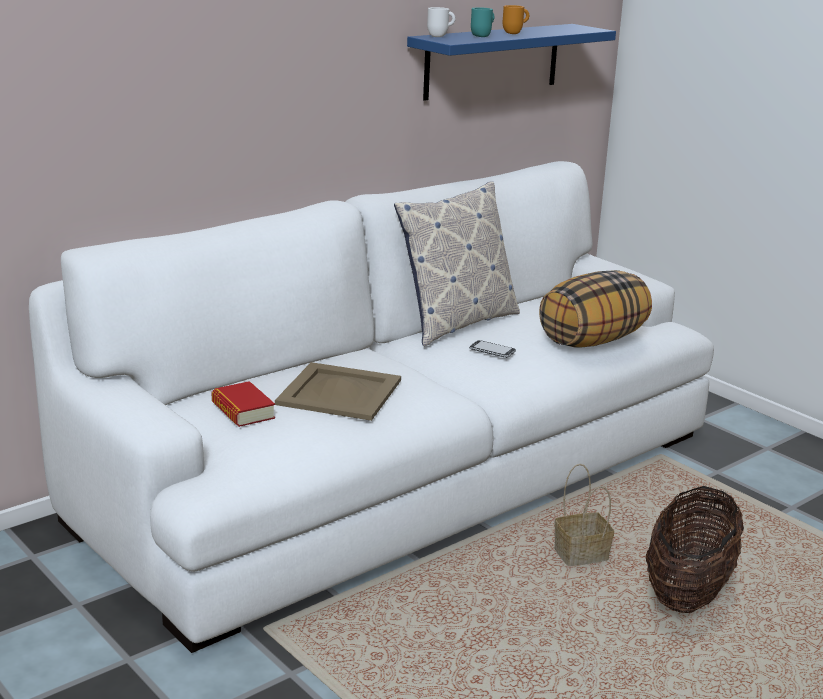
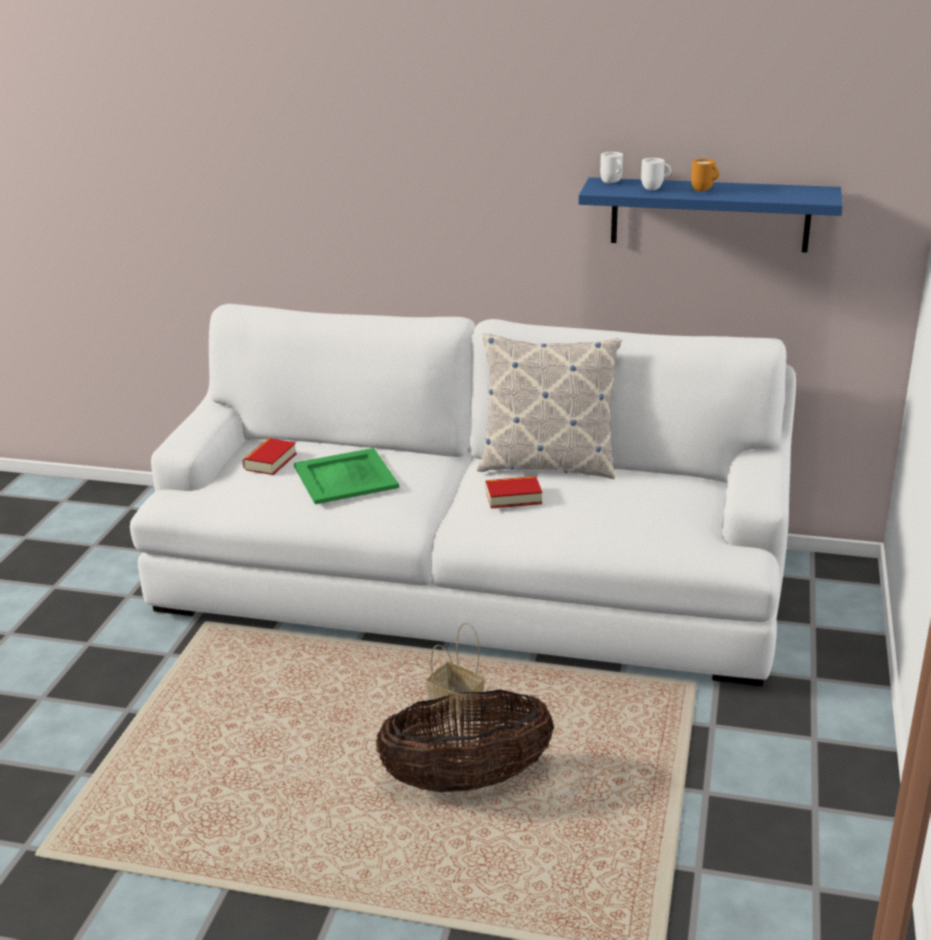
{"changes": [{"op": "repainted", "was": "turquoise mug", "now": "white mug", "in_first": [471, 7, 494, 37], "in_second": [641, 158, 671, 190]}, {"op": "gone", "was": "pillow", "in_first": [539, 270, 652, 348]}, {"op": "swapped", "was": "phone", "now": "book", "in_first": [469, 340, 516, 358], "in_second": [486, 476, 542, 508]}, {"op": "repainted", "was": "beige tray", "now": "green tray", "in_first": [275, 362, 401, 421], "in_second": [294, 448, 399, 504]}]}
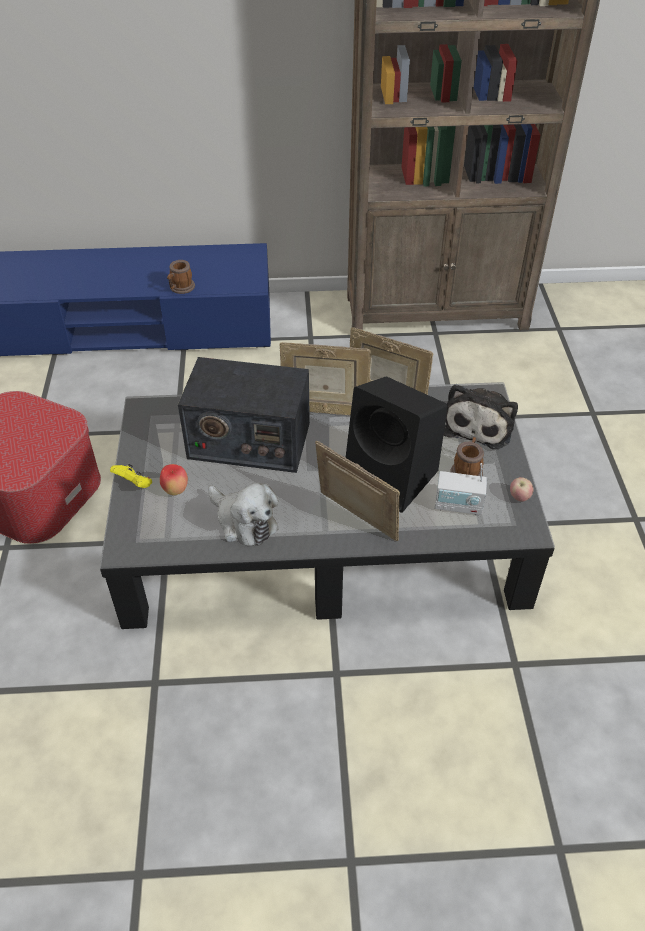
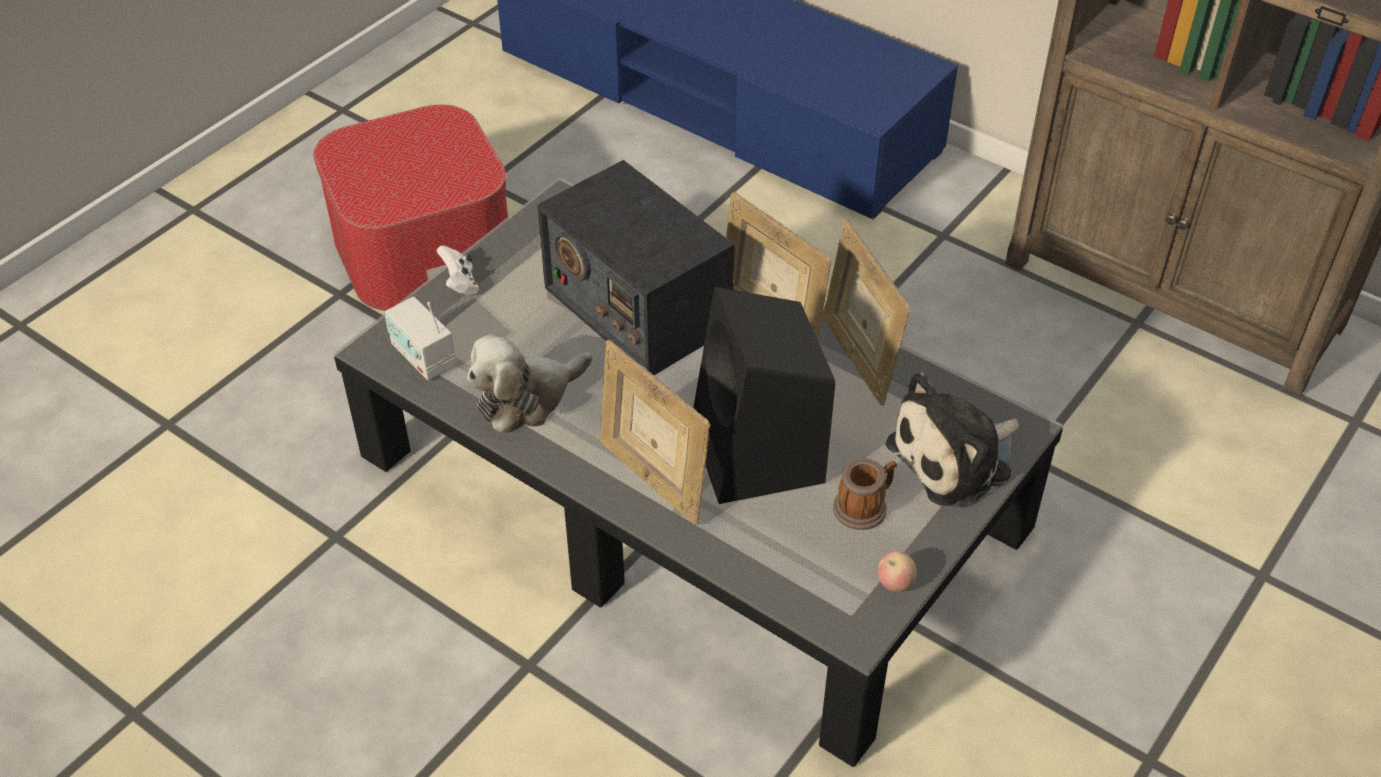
{"changes": [{"op": "gone", "was": "mug", "in_first": [167, 260, 195, 294]}, {"op": "rotated", "was": "picture frame", "in_first": [315, 441, 400, 541], "in_second": [600, 339, 710, 525], "clockwise": 150}, {"op": "shifted", "was": "radio", "in_first": [435, 463, 487, 515], "in_second": [385, 296, 456, 381]}, {"op": "repainted", "was": "yellow game controller", "now": "white game controller", "in_first": [110, 464, 152, 488], "in_second": [437, 245, 479, 295]}, {"op": "gone", "was": "apple", "in_first": [160, 464, 188, 495]}, {"op": "rotated", "was": "plush toy", "in_first": [208, 483, 279, 546], "in_second": [467, 334, 593, 434], "clockwise": 60}]}
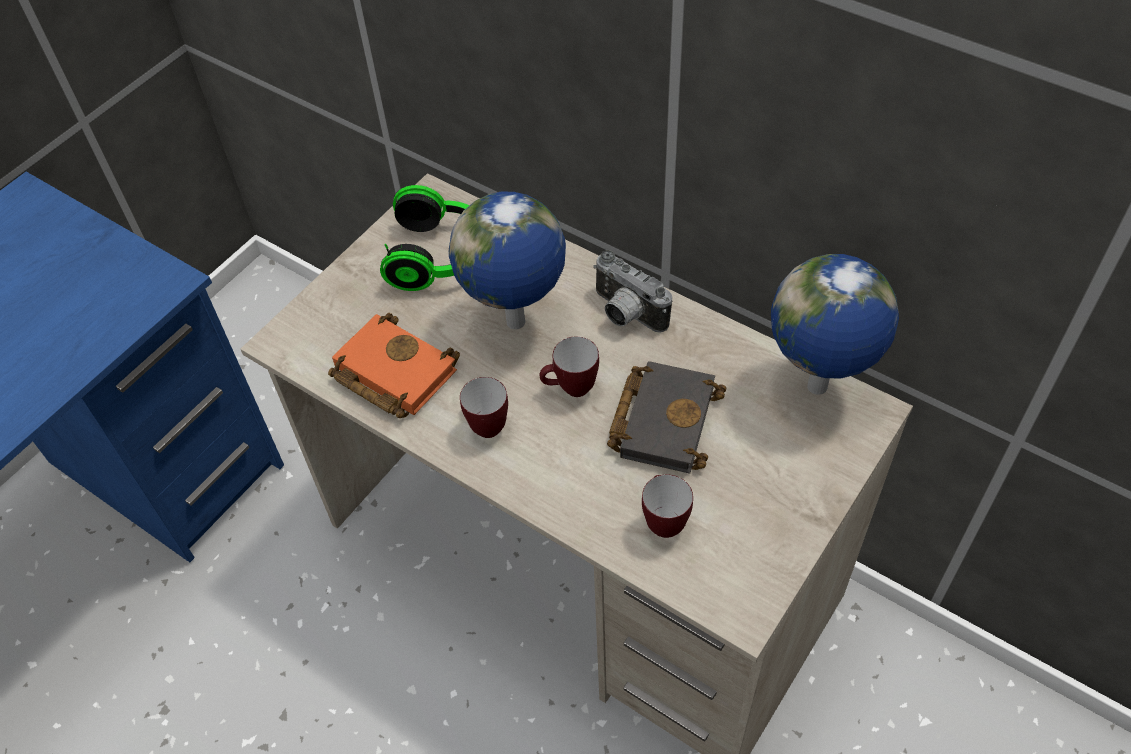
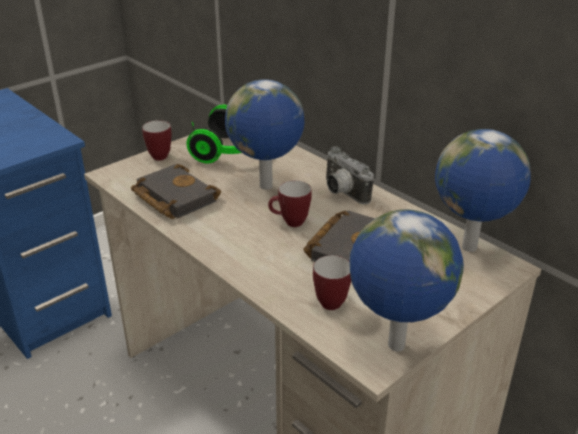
{"changes": [{"op": "repainted", "was": "orange book", "now": "black book", "in_first": [328, 313, 460, 418], "in_second": [131, 164, 221, 219]}, {"op": "shifted", "was": "mug", "in_first": [460, 377, 508, 438], "in_second": [142, 120, 171, 161]}, {"op": "new", "now": "globe", "in_second": [349, 209, 464, 352]}]}
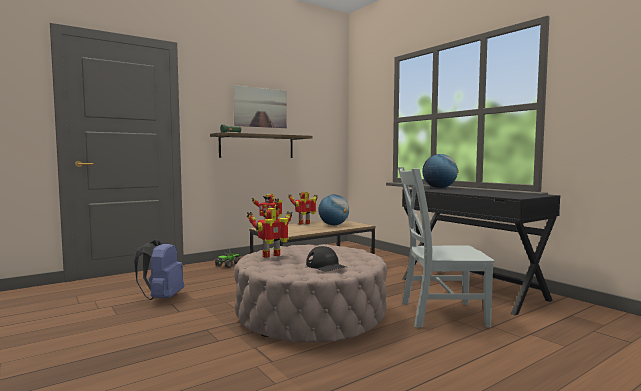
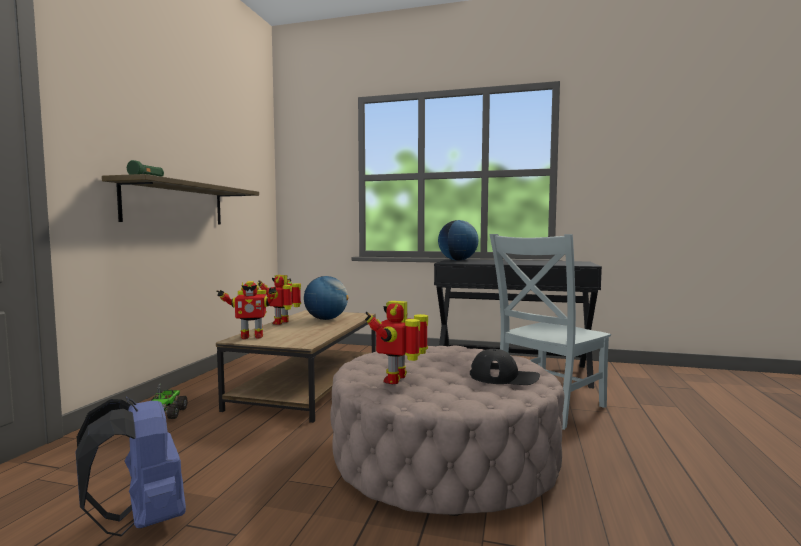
{"changes": [{"op": "gone", "was": "picture", "in_first": [233, 85, 287, 128]}]}
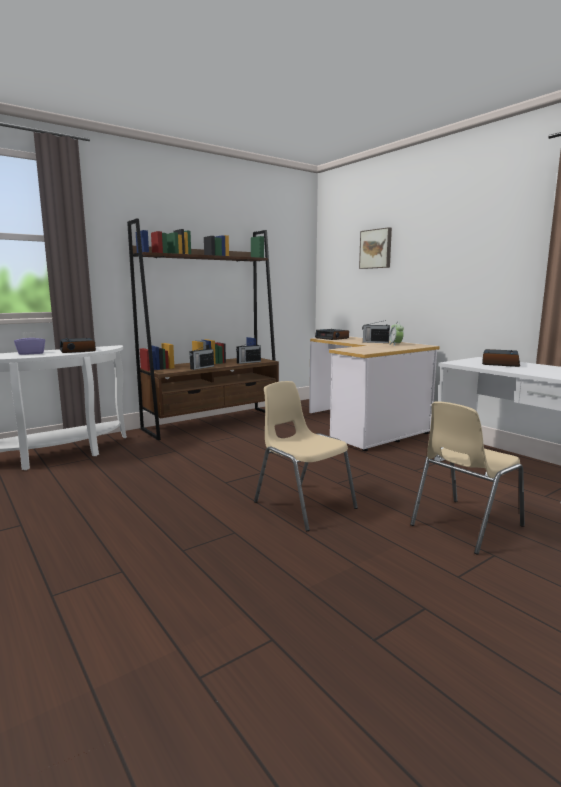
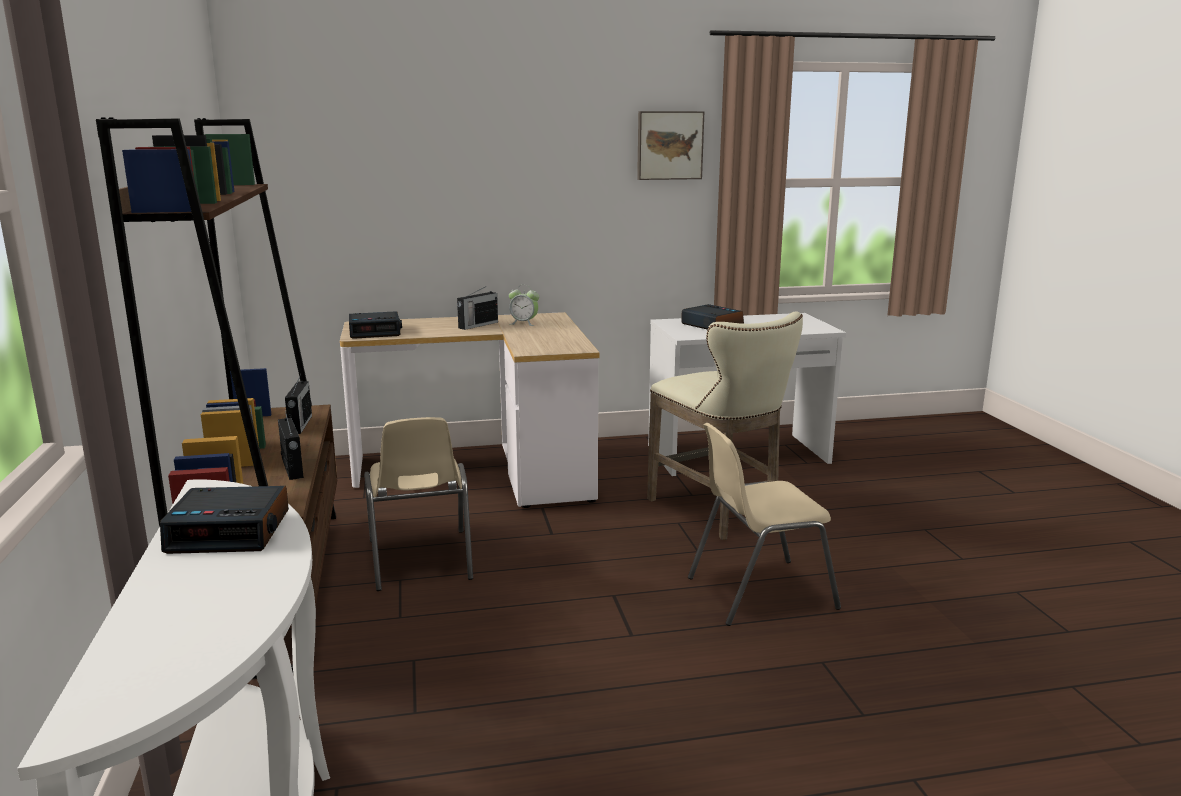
{"changes": [{"op": "shifted", "was": "picture", "in_first": [359, 227, 392, 269], "in_second": [637, 111, 704, 180]}, {"op": "gone", "was": "purple tissue box", "in_first": [14, 332, 45, 355]}, {"op": "shifted", "was": "beige chair", "in_first": [410, 401, 525, 555], "in_second": [364, 417, 473, 591]}, {"op": "new", "now": "beige stool", "in_second": [647, 311, 803, 540]}]}
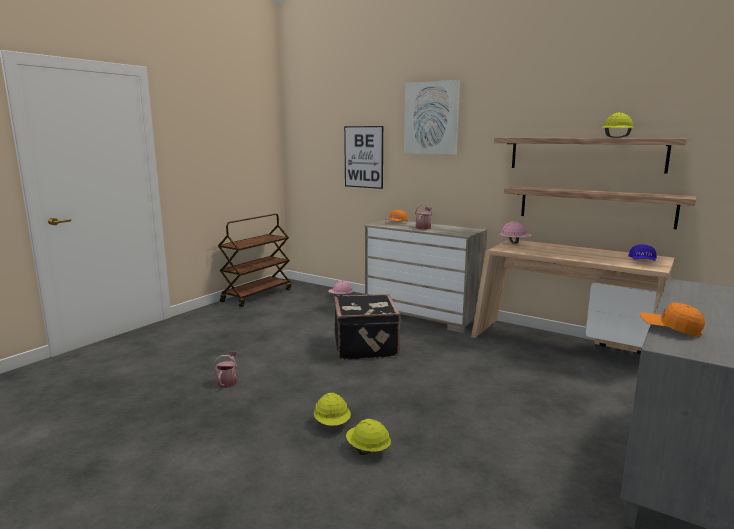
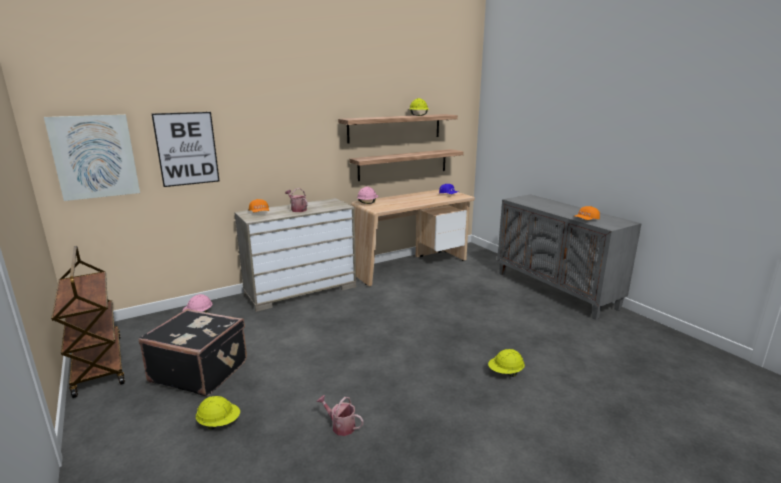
{"changes": [{"op": "shifted", "was": "picture", "in_first": [404, 80, 460, 154], "in_second": [44, 114, 140, 201]}, {"op": "shifted", "was": "black suitcase", "in_first": [334, 294, 401, 360], "in_second": [139, 309, 247, 396]}, {"op": "shifted", "was": "yellow hard hat", "in_first": [314, 393, 351, 426], "in_second": [196, 396, 240, 430]}]}
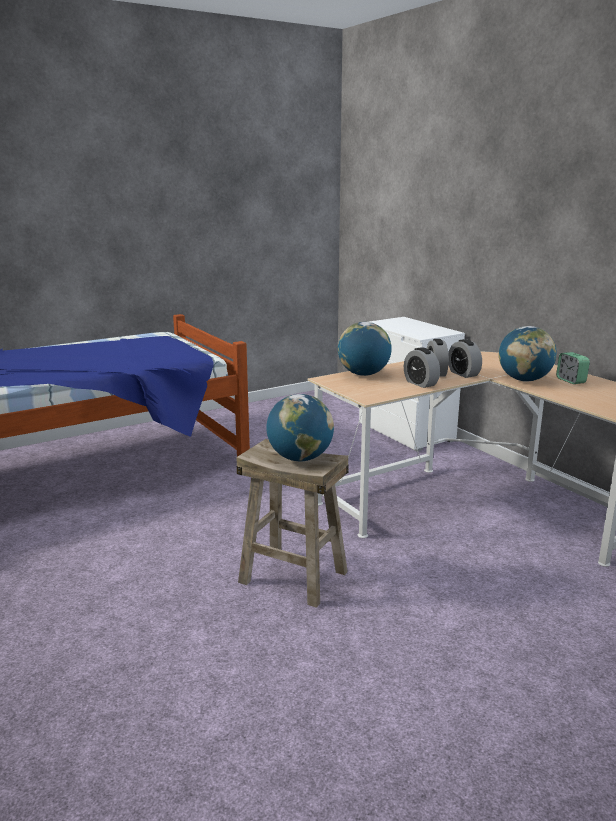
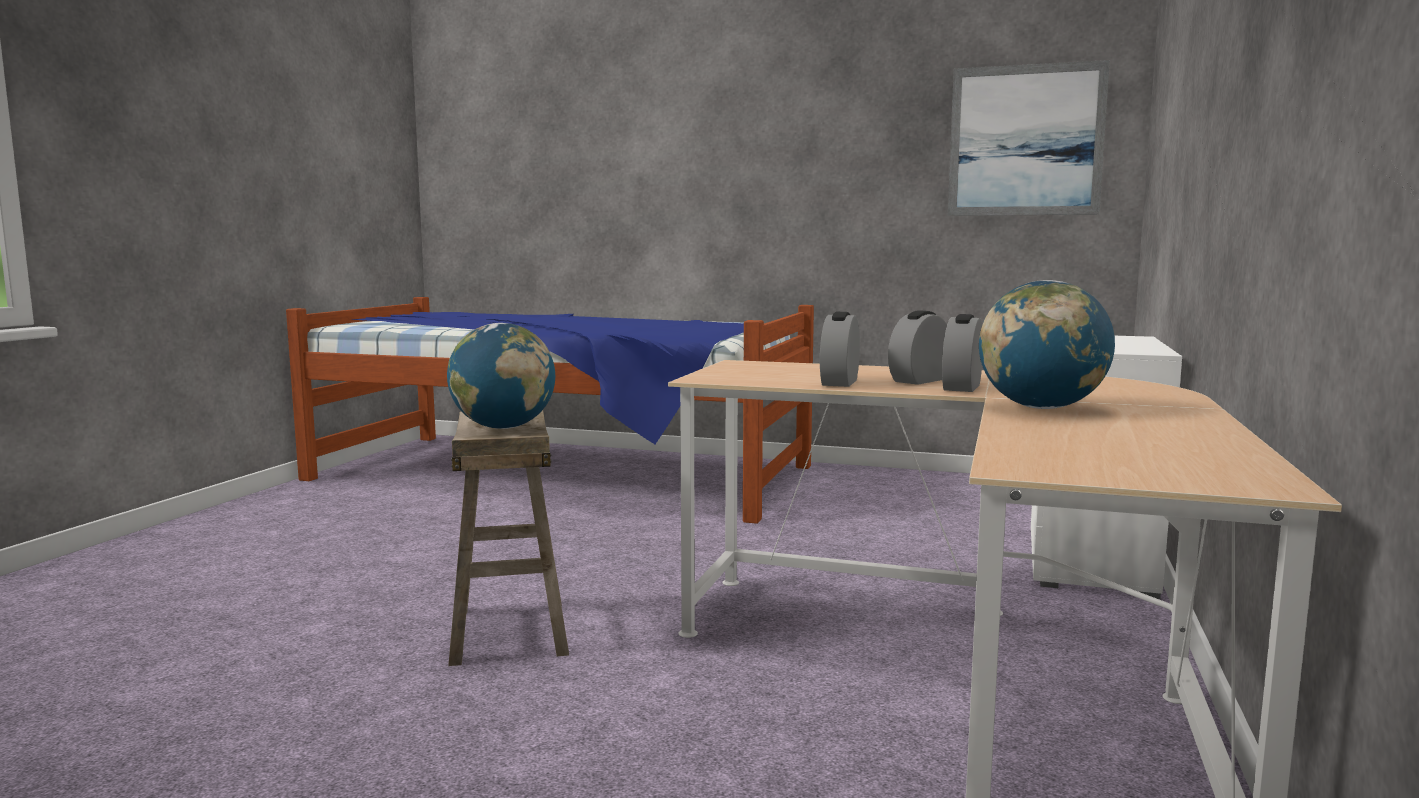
{"changes": [{"op": "gone", "was": "globe", "in_first": [338, 322, 392, 376]}, {"op": "gone", "was": "alarm clock", "in_first": [556, 352, 590, 384]}, {"op": "new", "now": "picture", "in_second": [948, 60, 1110, 216]}]}
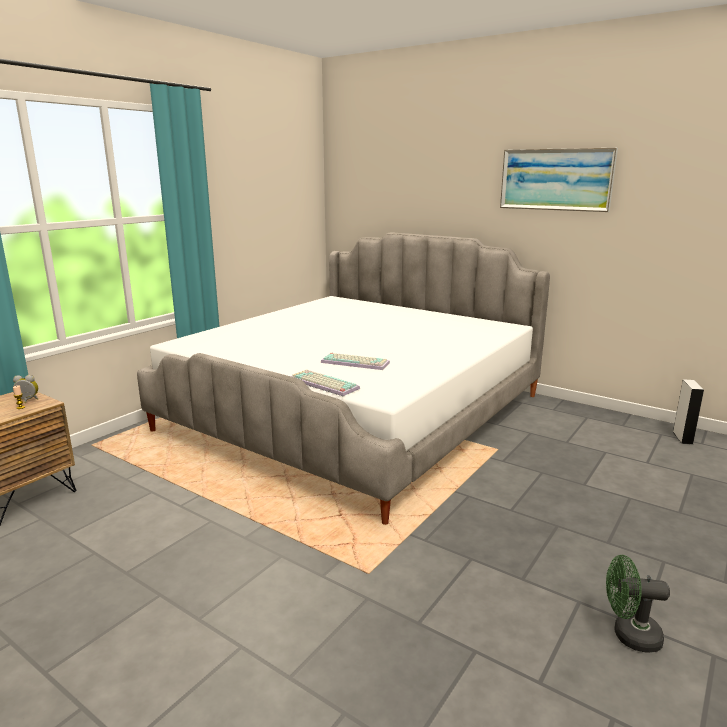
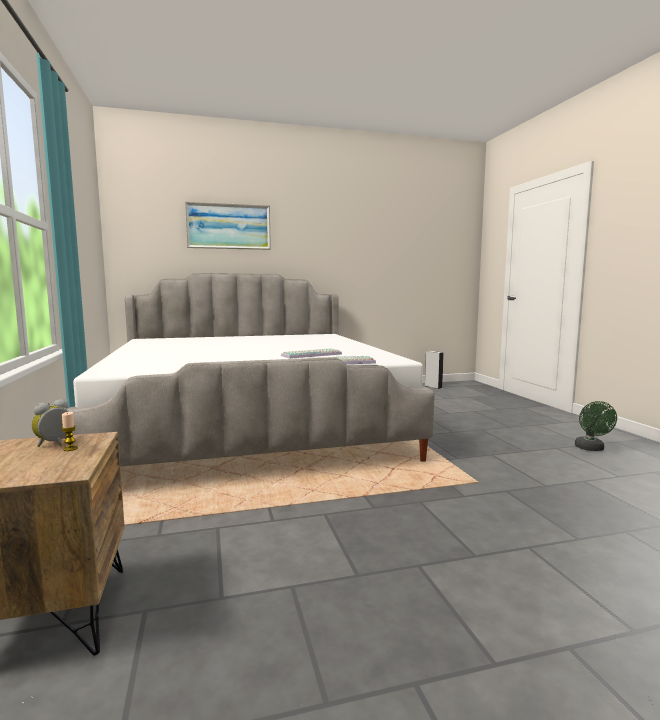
{"changes": [{"op": "shifted", "was": "picture", "in_first": [500, 148, 618, 212], "in_second": [185, 202, 271, 250]}, {"op": "rotated", "was": "green fan", "in_first": [606, 555, 670, 653], "in_second": [575, 401, 617, 451], "clockwise": -45}]}
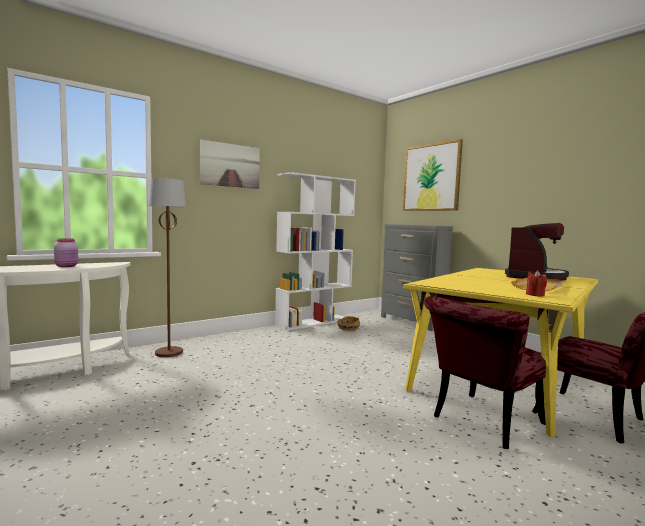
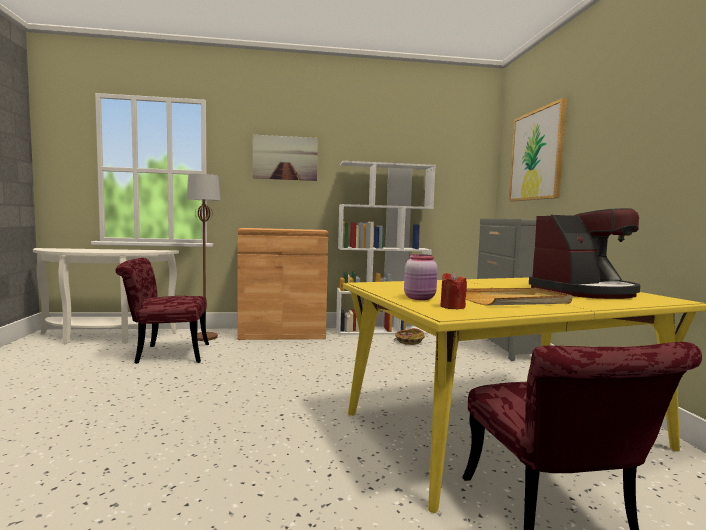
{"changes": [{"op": "shifted", "was": "pink jar", "in_first": [54, 239, 78, 267], "in_second": [404, 254, 438, 300]}, {"op": "shifted", "was": "red chair", "in_first": [424, 296, 546, 449], "in_second": [116, 258, 209, 364]}, {"op": "new", "now": "brown cabinet", "in_second": [238, 228, 328, 340]}]}
